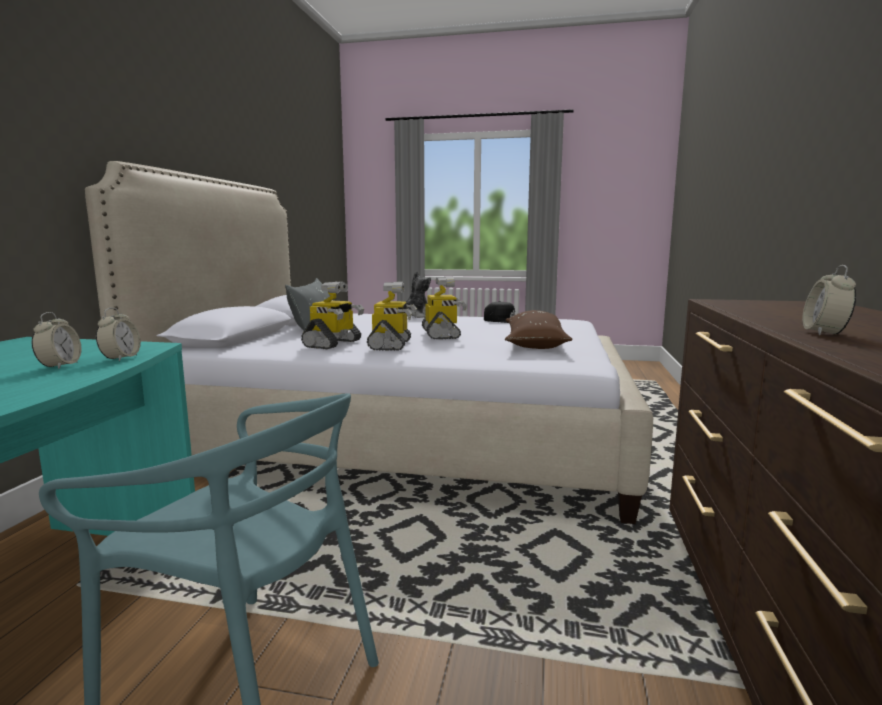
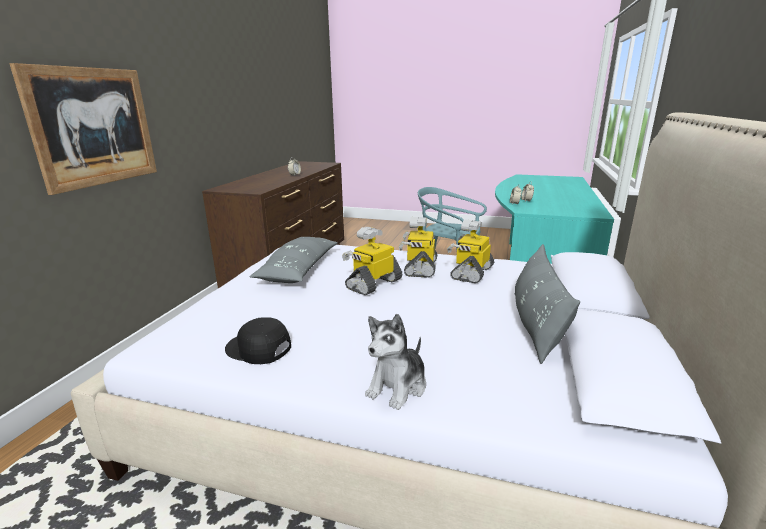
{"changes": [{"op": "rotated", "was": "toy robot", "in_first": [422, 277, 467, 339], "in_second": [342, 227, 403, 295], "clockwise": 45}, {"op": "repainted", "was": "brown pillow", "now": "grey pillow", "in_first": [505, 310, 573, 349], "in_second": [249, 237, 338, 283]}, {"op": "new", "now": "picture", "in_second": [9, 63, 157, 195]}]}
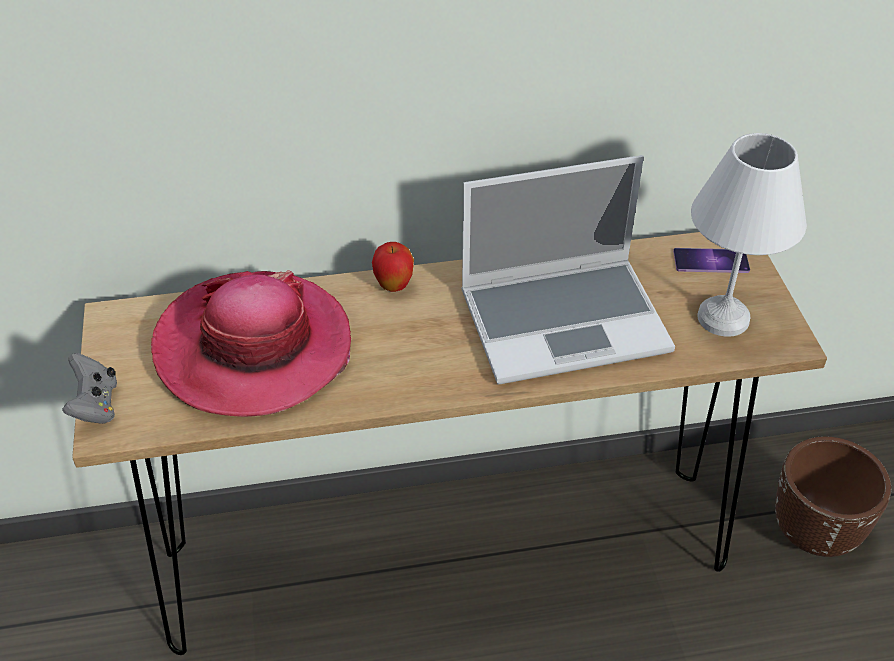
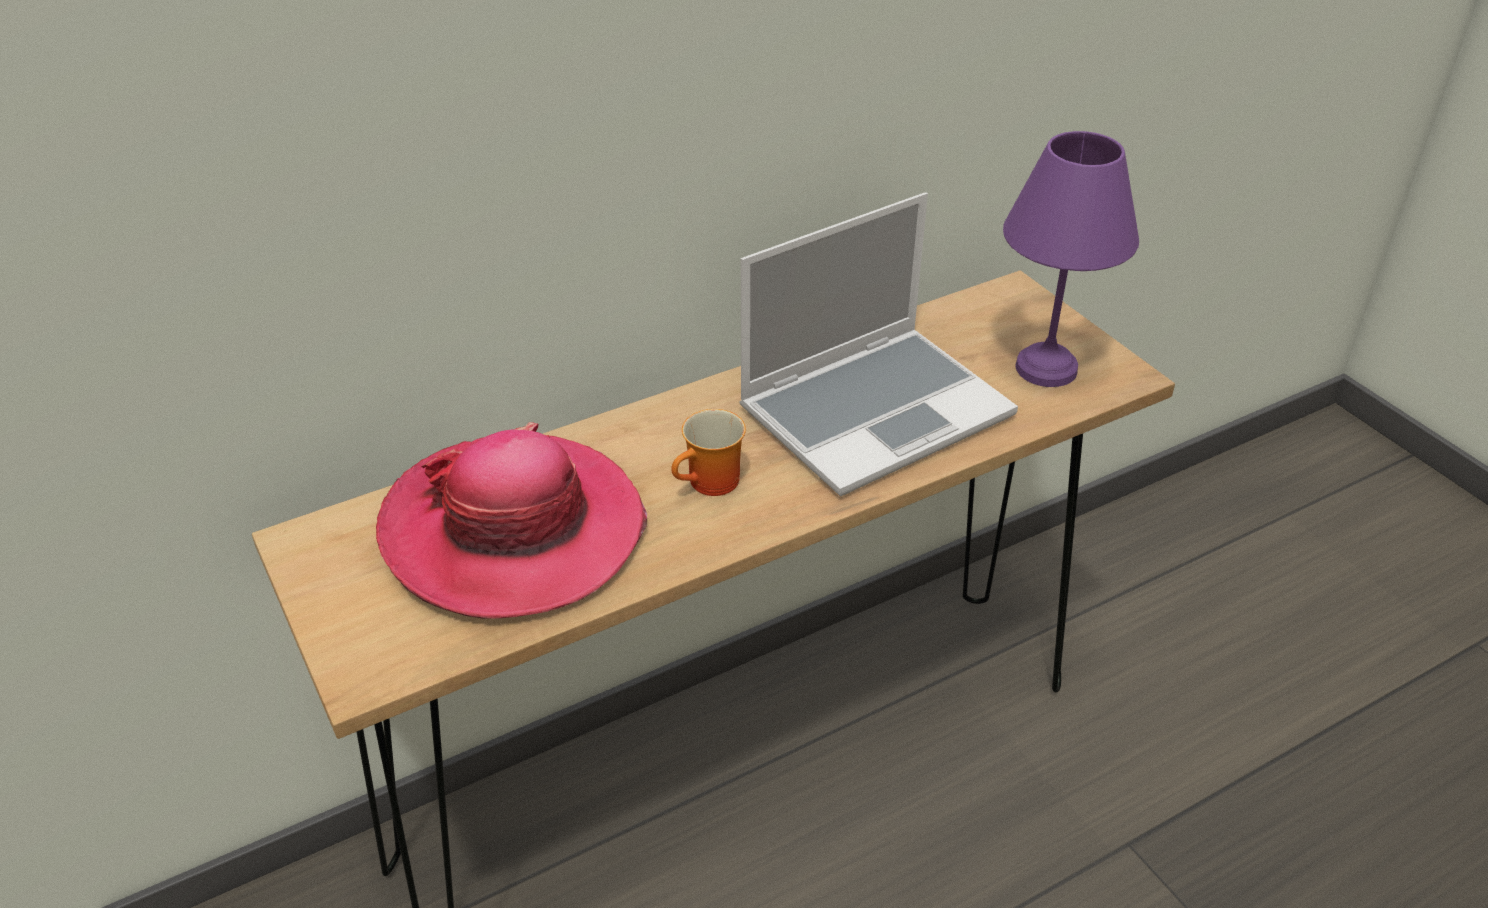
{"changes": [{"op": "repainted", "was": "white table lamp", "now": "purple table lamp", "in_first": [691, 133, 807, 337], "in_second": [1003, 131, 1139, 387]}, {"op": "gone", "was": "apple", "in_first": [372, 242, 414, 292]}, {"op": "gone", "was": "phone", "in_first": [673, 248, 750, 273]}, {"op": "gone", "was": "grey game controller", "in_first": [62, 353, 117, 424]}, {"op": "gone", "was": "brown planter", "in_first": [775, 436, 891, 557]}, {"op": "new", "now": "mug", "in_second": [671, 409, 746, 496]}]}
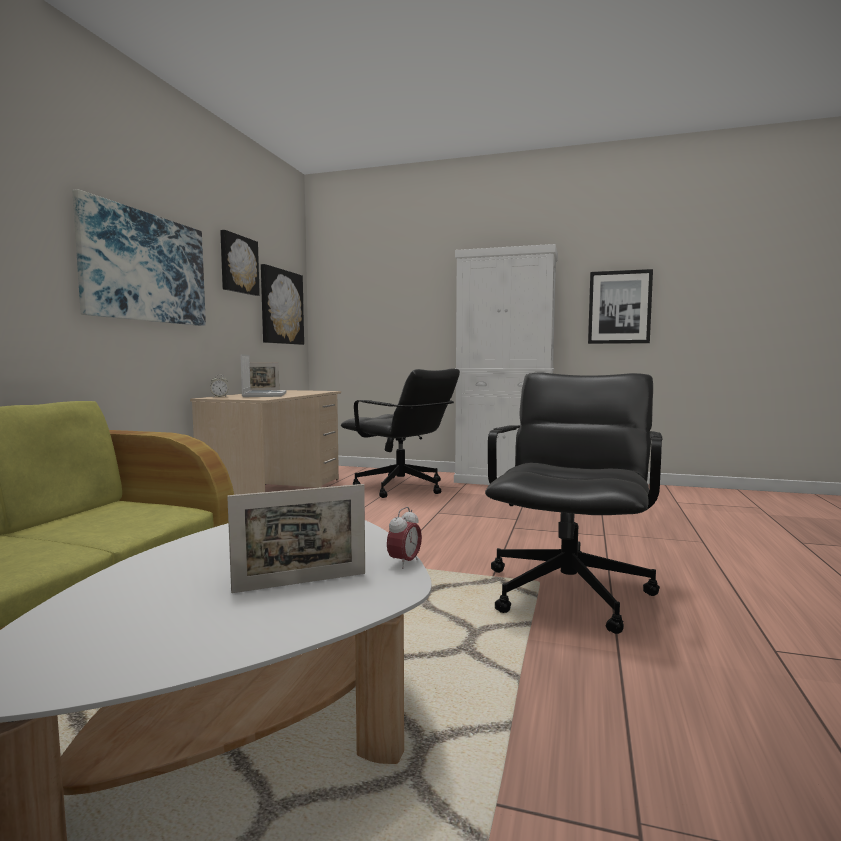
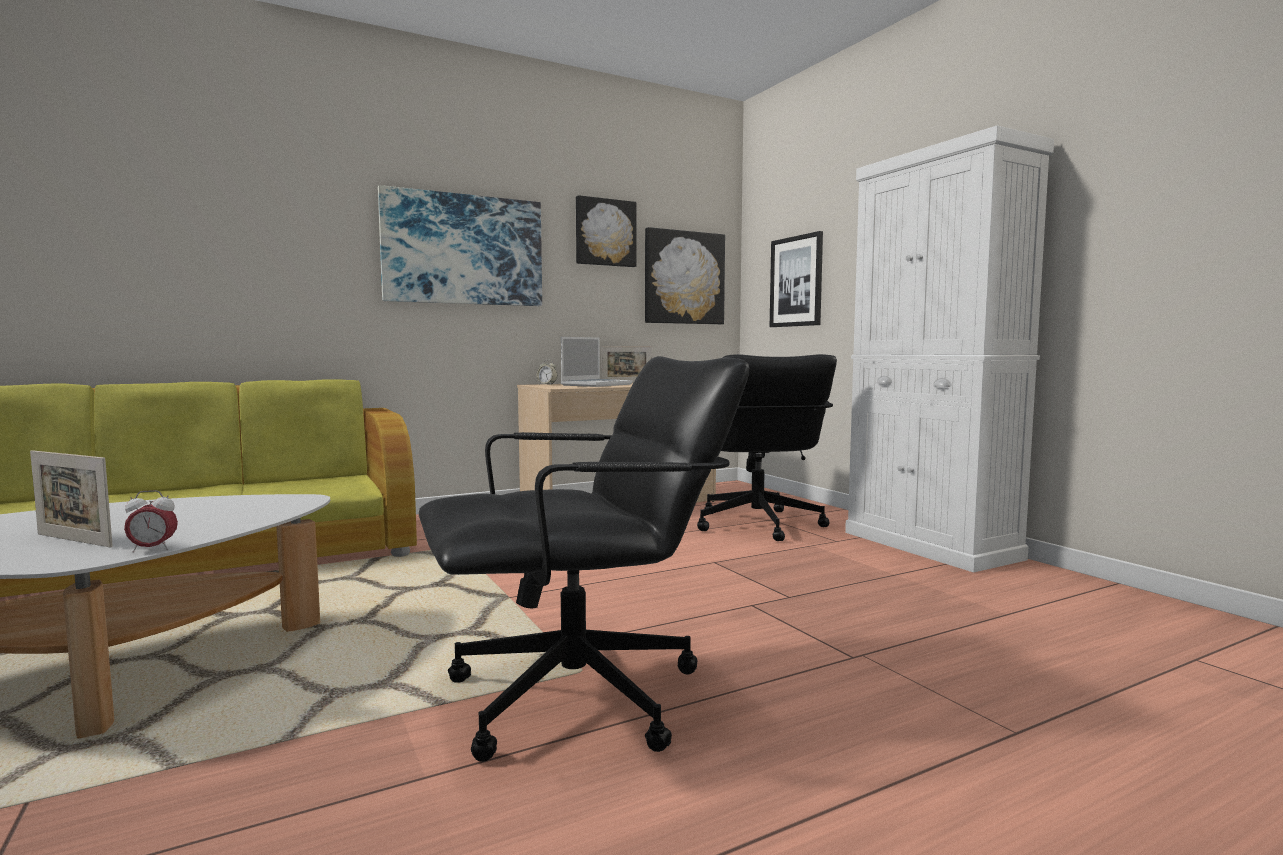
{"changes": [{"op": "shifted", "was": "picture", "in_first": [588, 269, 653, 344], "in_second": [770, 231, 823, 327]}]}
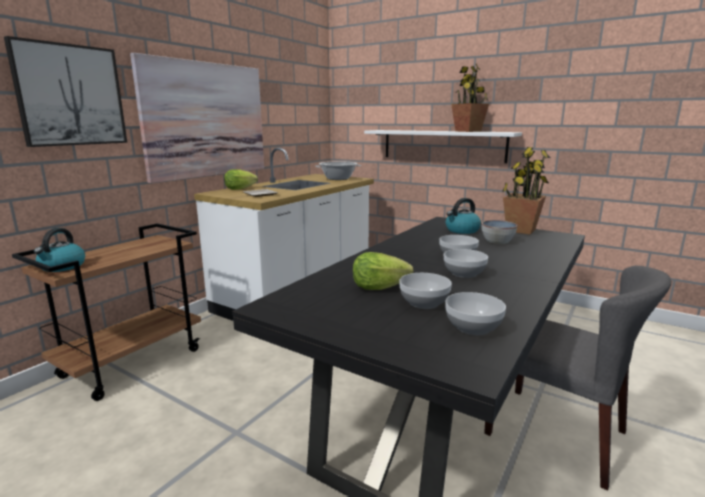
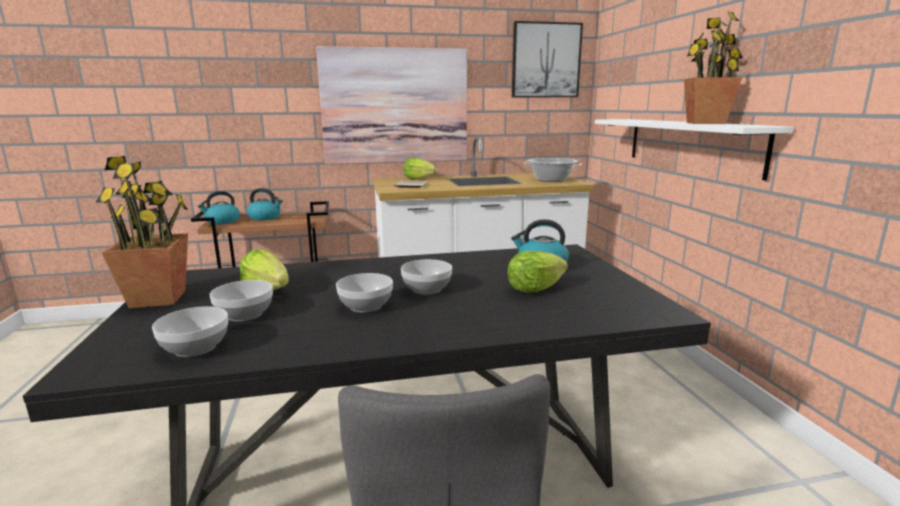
{"changes": [{"op": "shifted", "was": "picture", "in_first": [4, 36, 127, 147], "in_second": [512, 21, 583, 98]}, {"op": "shifted", "was": "potted plant", "in_first": [503, 147, 550, 235], "in_second": [96, 156, 188, 308]}, {"op": "swapped", "was": "bowl", "now": "lettuce", "in_first": [481, 220, 518, 244], "in_second": [507, 251, 568, 293]}, {"op": "new", "now": "kettle", "in_second": [247, 188, 283, 221]}]}
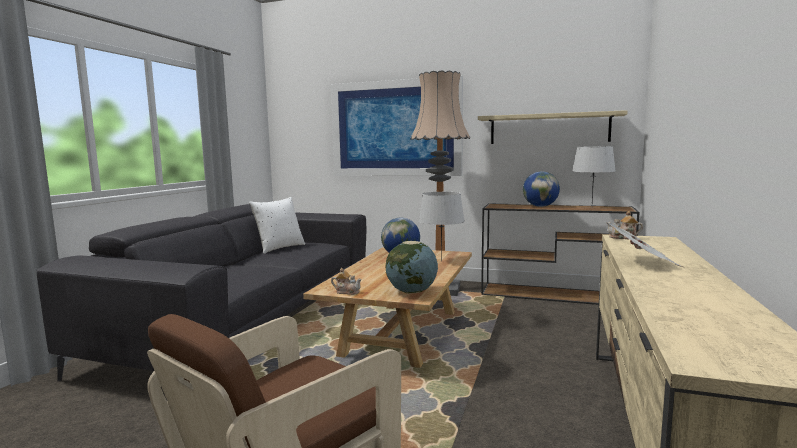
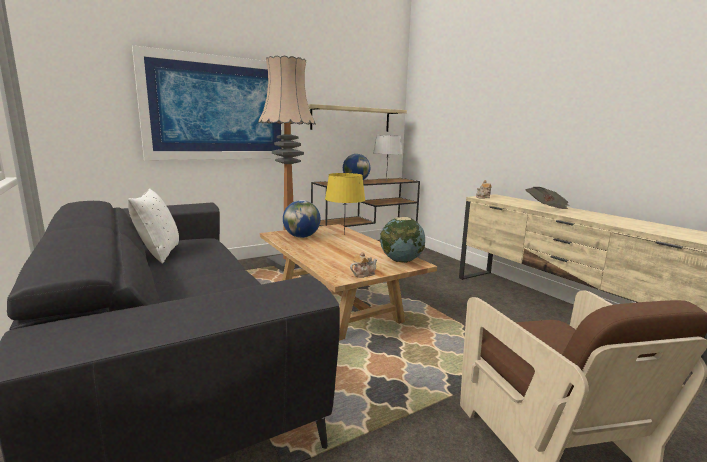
{"changes": [{"op": "repainted", "was": "grey table lamp", "now": "yellow table lamp", "in_first": [419, 192, 465, 262], "in_second": [325, 173, 365, 235]}]}
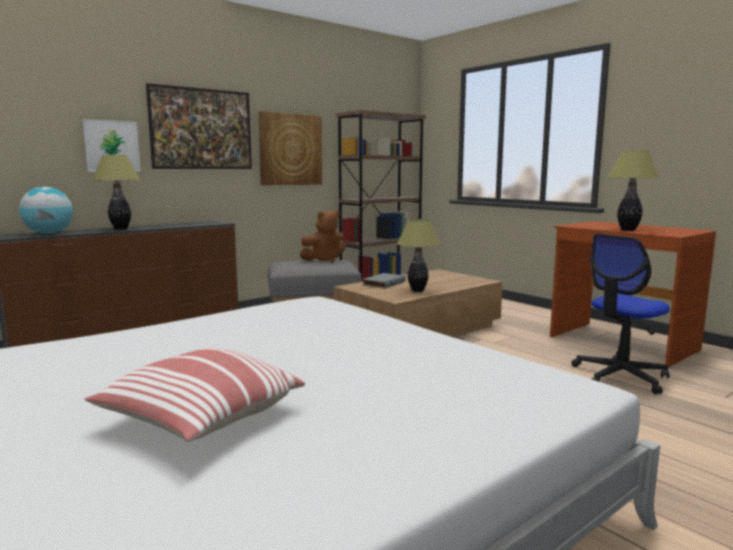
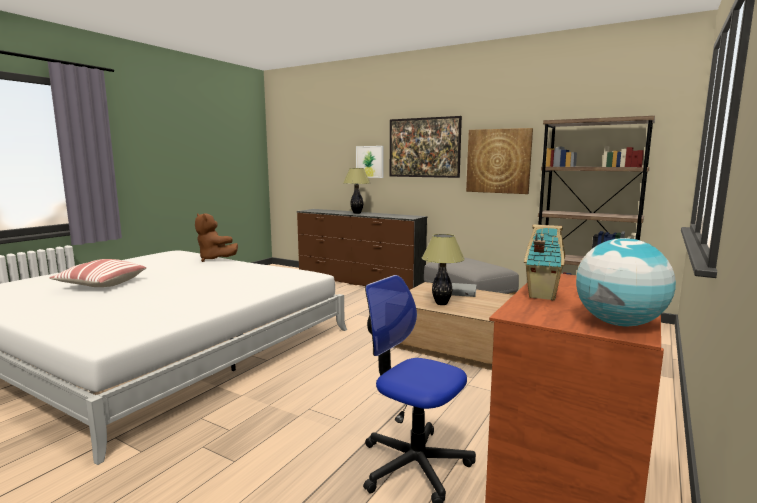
{"changes": [{"op": "swapped", "was": "table lamp", "now": "toy house", "in_first": [607, 151, 660, 231], "in_second": [524, 224, 565, 300]}, {"op": "shifted", "was": "globe", "in_first": [19, 187, 73, 234], "in_second": [576, 238, 676, 327]}, {"op": "shifted", "was": "brown plush toy", "in_first": [300, 210, 346, 262], "in_second": [195, 213, 238, 262]}]}
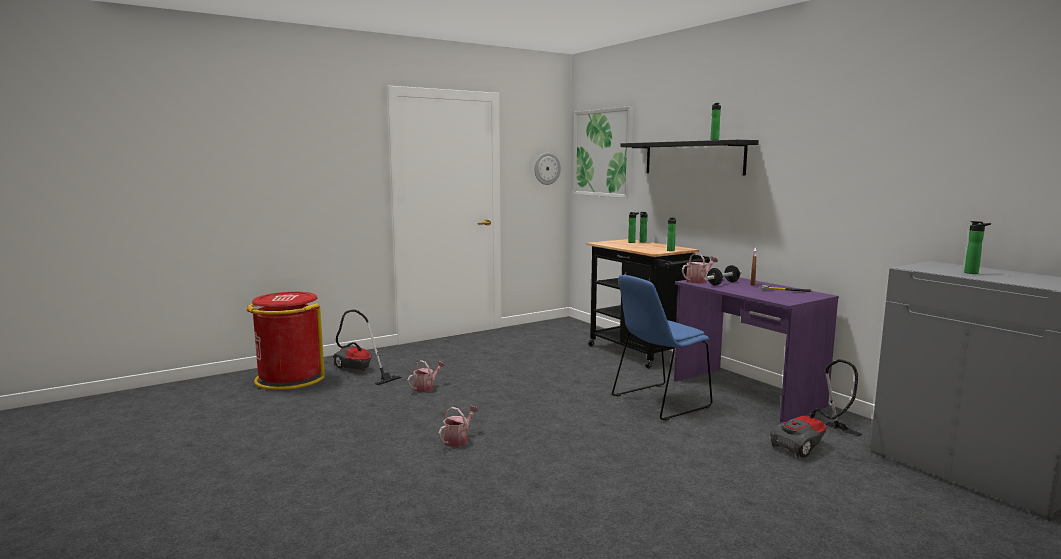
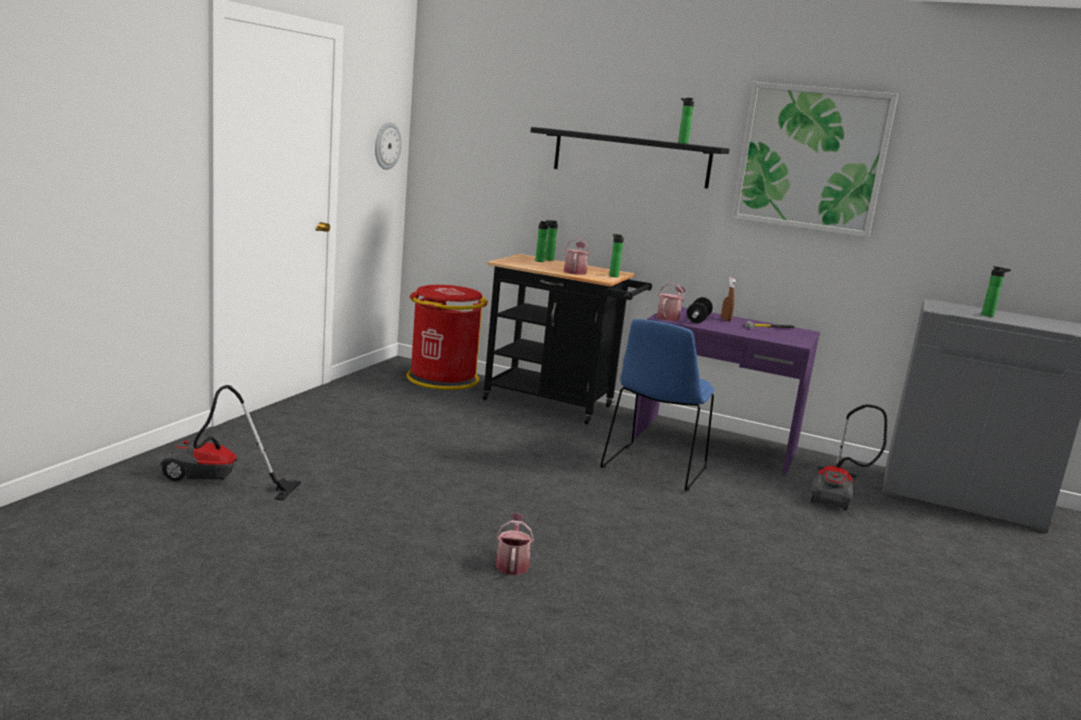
{"changes": [{"op": "shifted", "was": "picture", "in_first": [573, 106, 633, 198], "in_second": [732, 82, 898, 237]}, {"op": "shifted", "was": "red trash can", "in_first": [247, 292, 325, 390], "in_second": [406, 285, 488, 390]}, {"op": "shifted", "was": "watering can", "in_first": [407, 360, 445, 392], "in_second": [564, 239, 590, 275]}]}
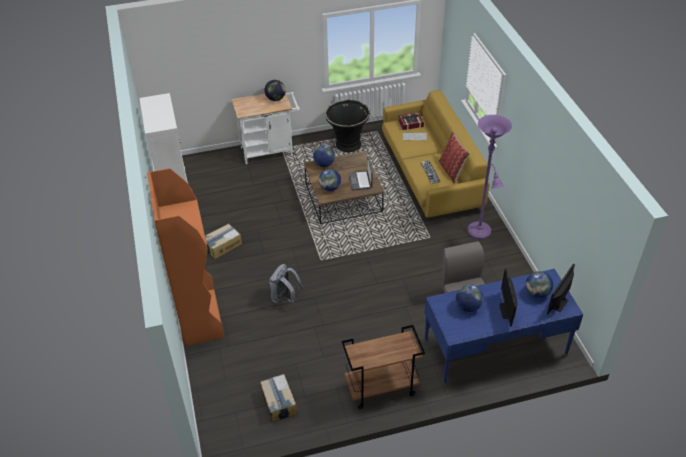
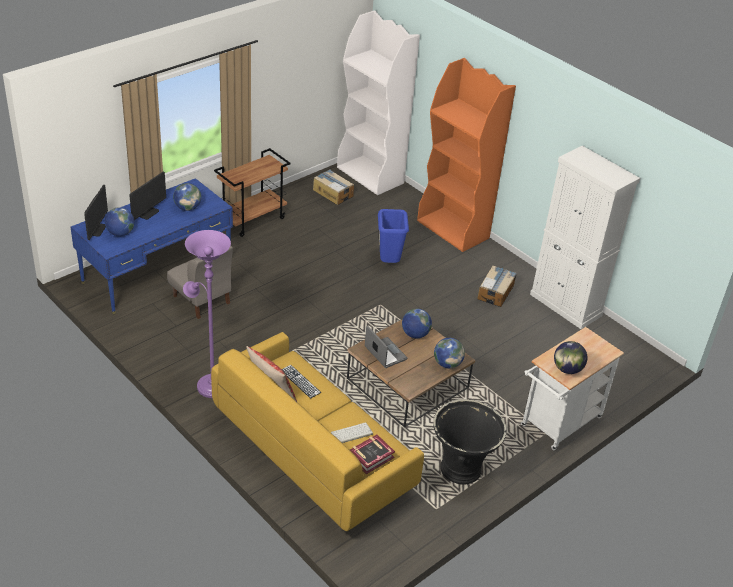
{"changes": [{"op": "swapped", "was": "grey backpack", "now": "blue trash can", "in_first": [269, 264, 303, 304], "in_second": [378, 209, 409, 263]}, {"op": "rotated", "was": "monitor", "in_first": [499, 269, 518, 326], "in_second": [129, 172, 166, 220], "clockwise": 60}, {"op": "new", "now": "white bookcase", "in_second": [337, 10, 420, 195]}]}
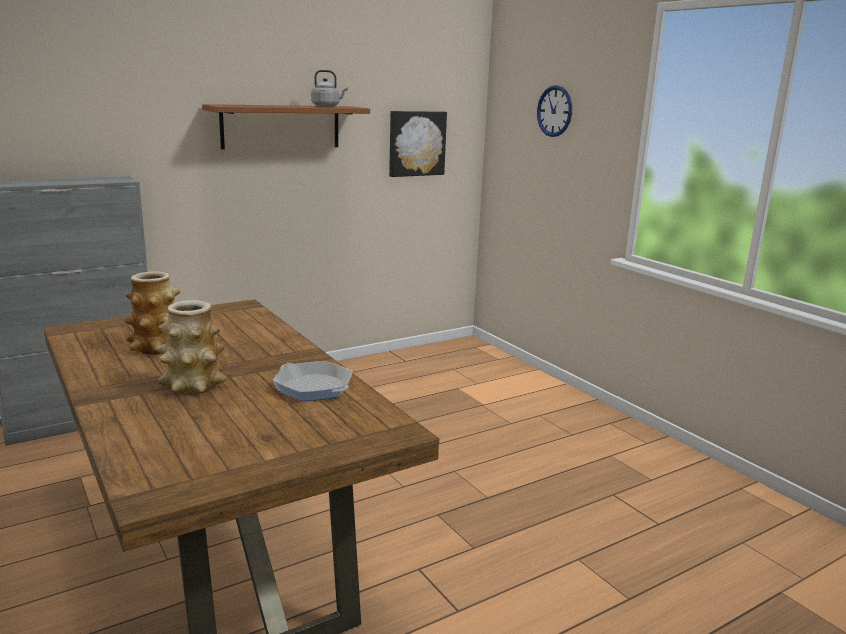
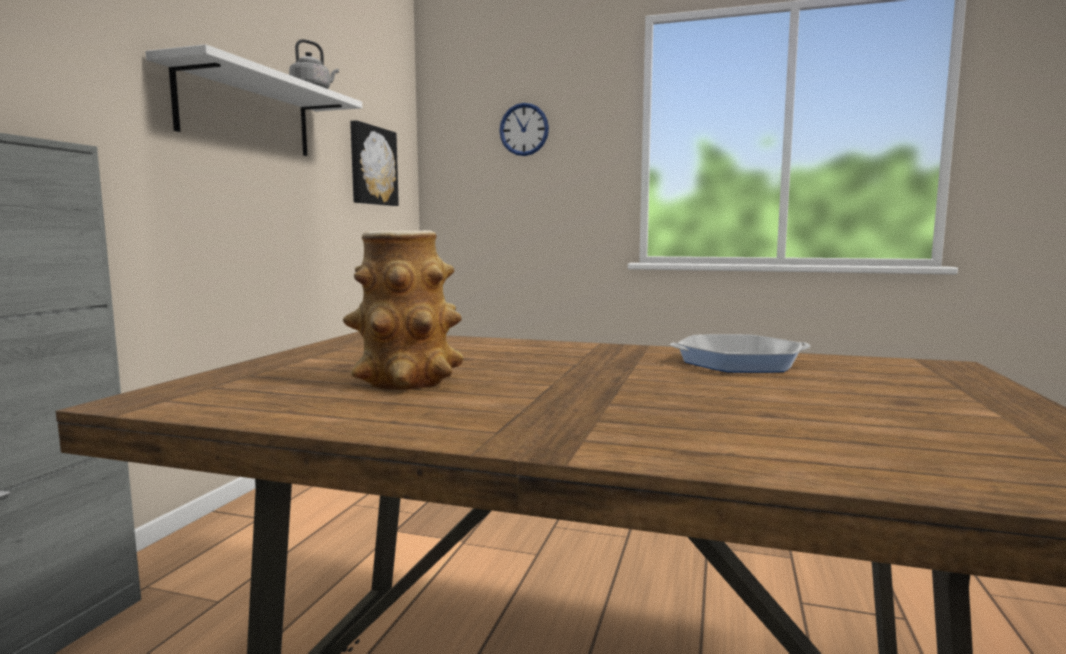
{"changes": [{"op": "repainted", "was": "brown shelf", "now": "white shelf", "in_first": [202, 104, 370, 149], "in_second": [145, 44, 362, 156]}, {"op": "gone", "was": "vase", "in_first": [156, 300, 227, 395]}]}
